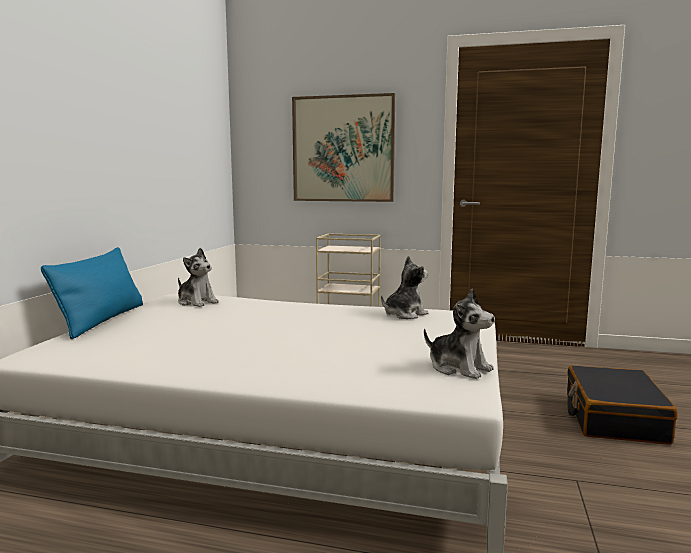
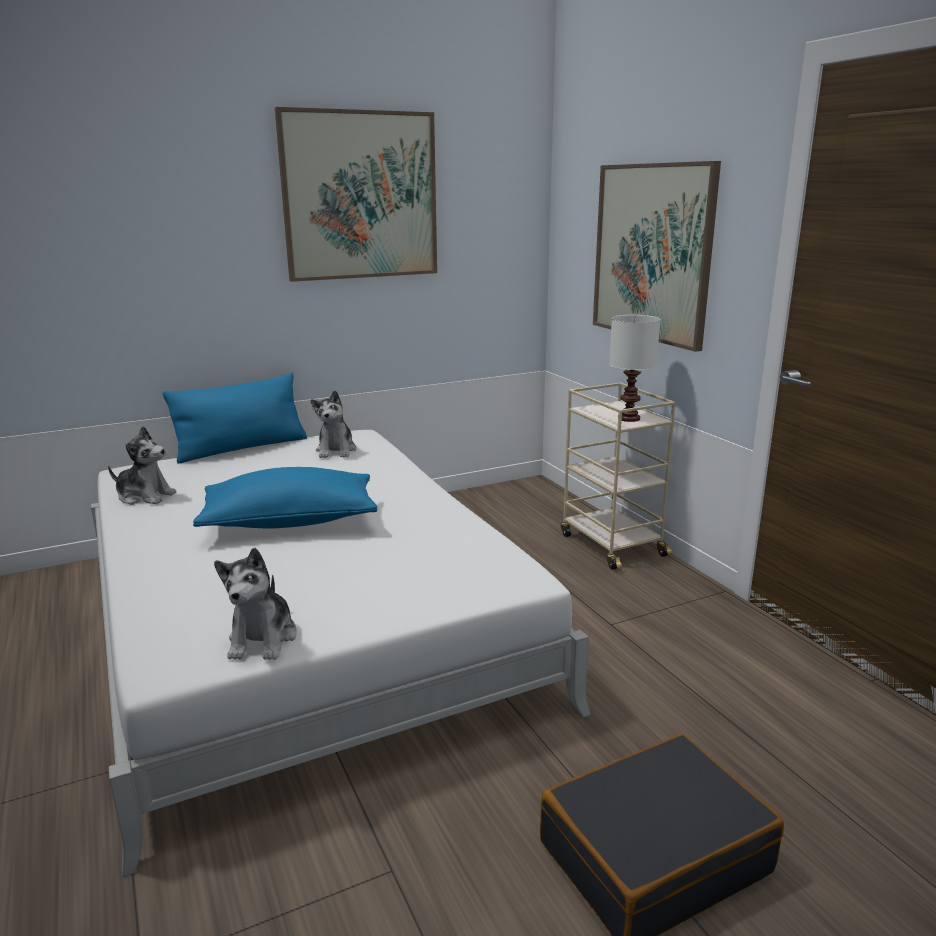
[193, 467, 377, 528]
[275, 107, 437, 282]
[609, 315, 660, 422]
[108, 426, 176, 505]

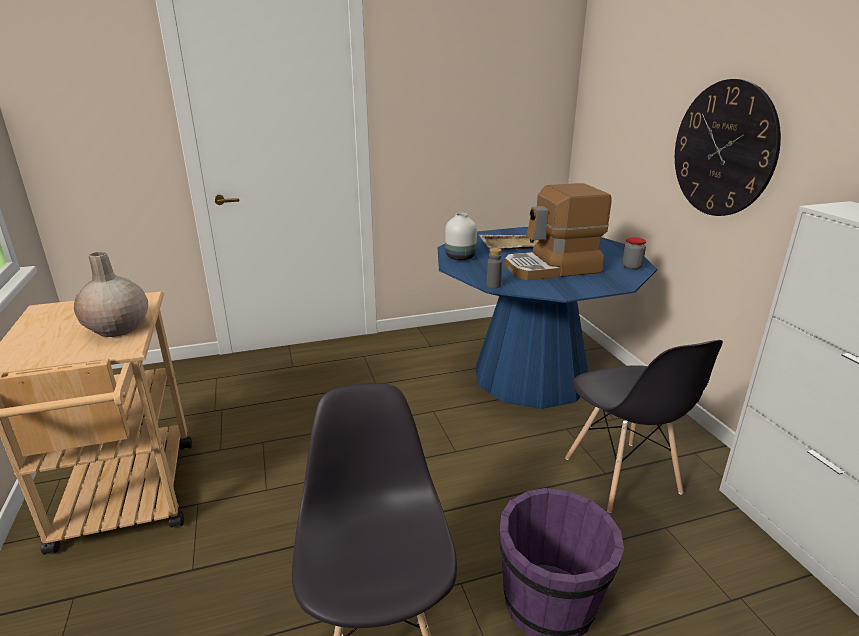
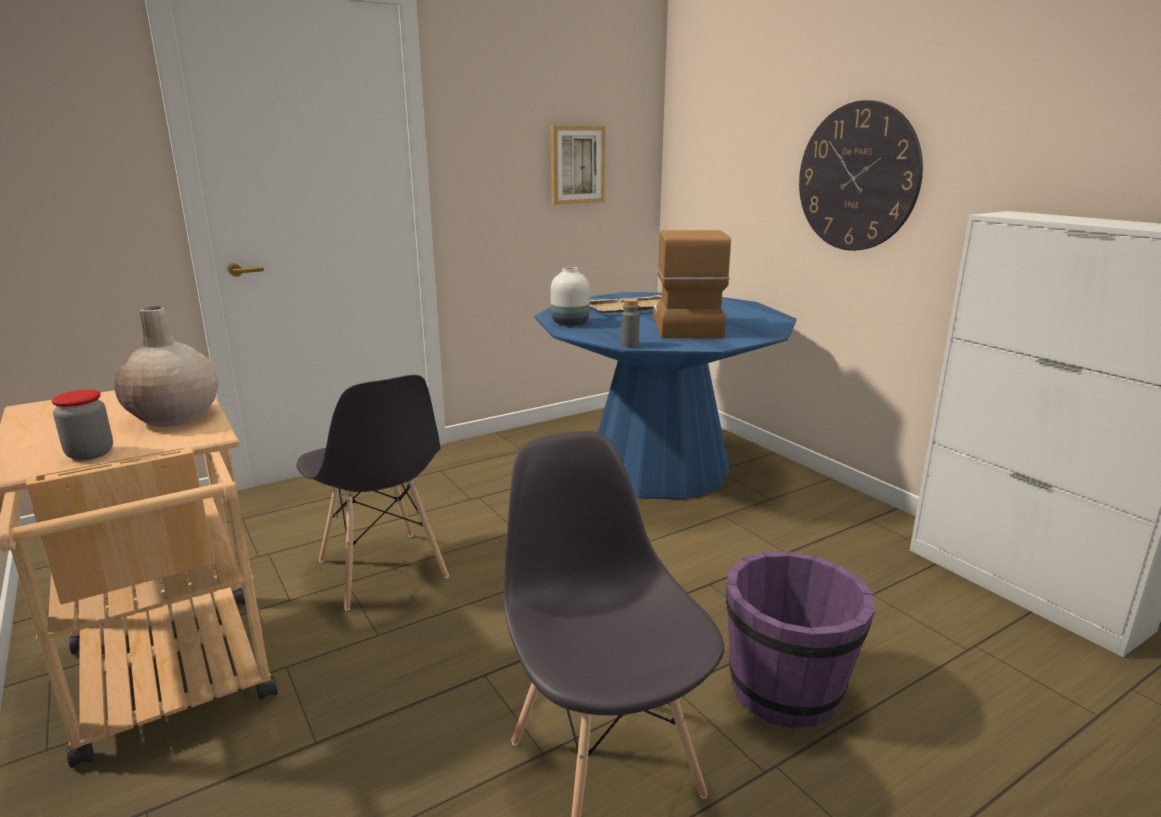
[550, 126, 605, 205]
[296, 375, 449, 611]
[51, 390, 113, 460]
[653, 230, 731, 338]

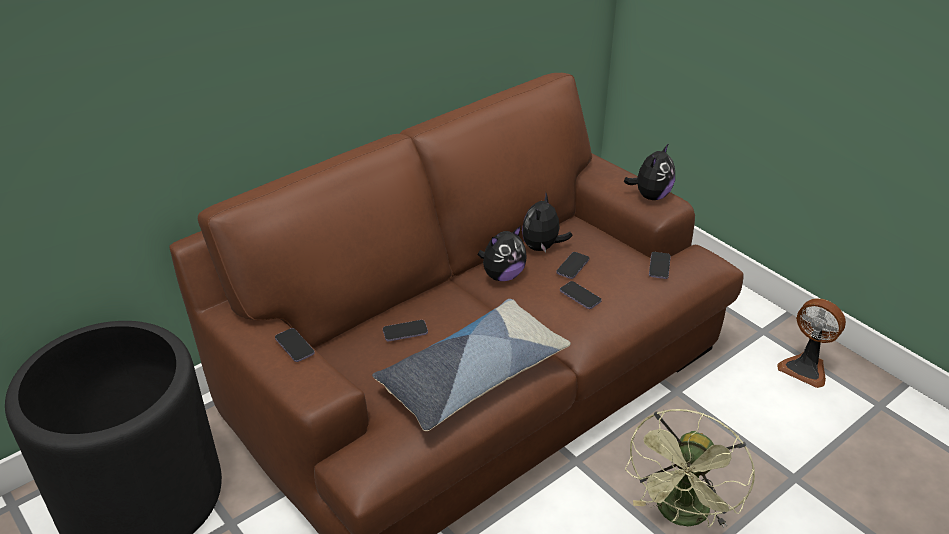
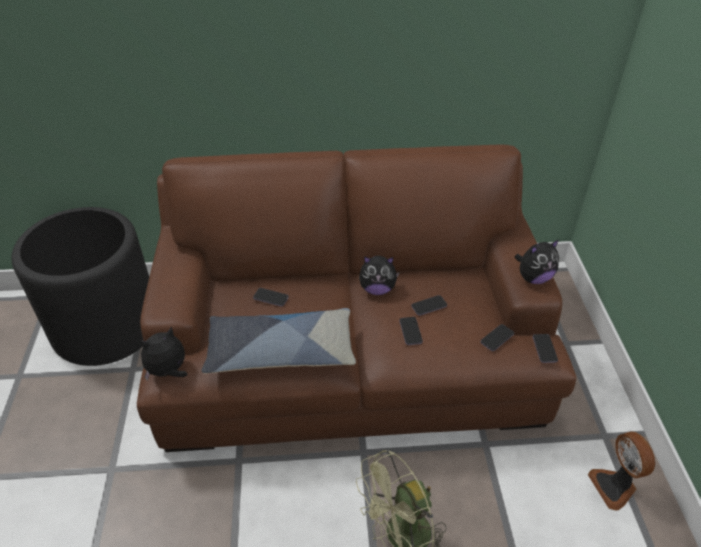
[533, 334, 558, 363]
[140, 326, 187, 381]

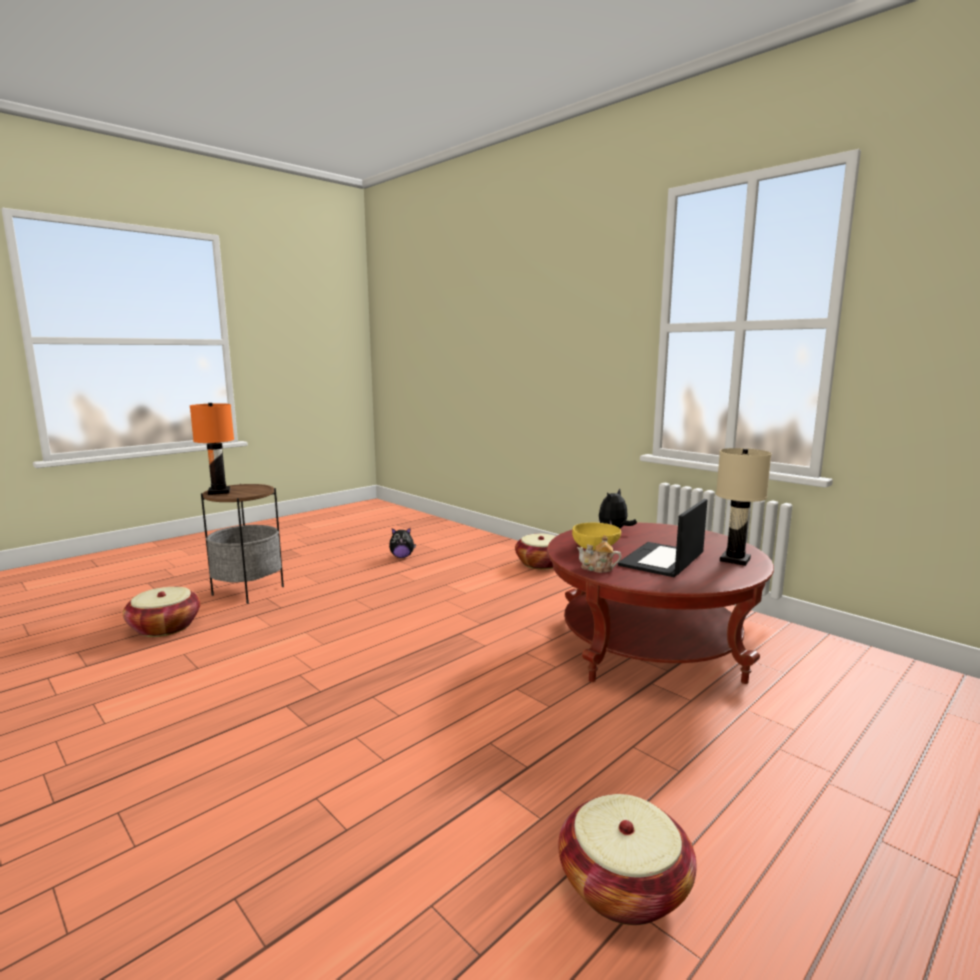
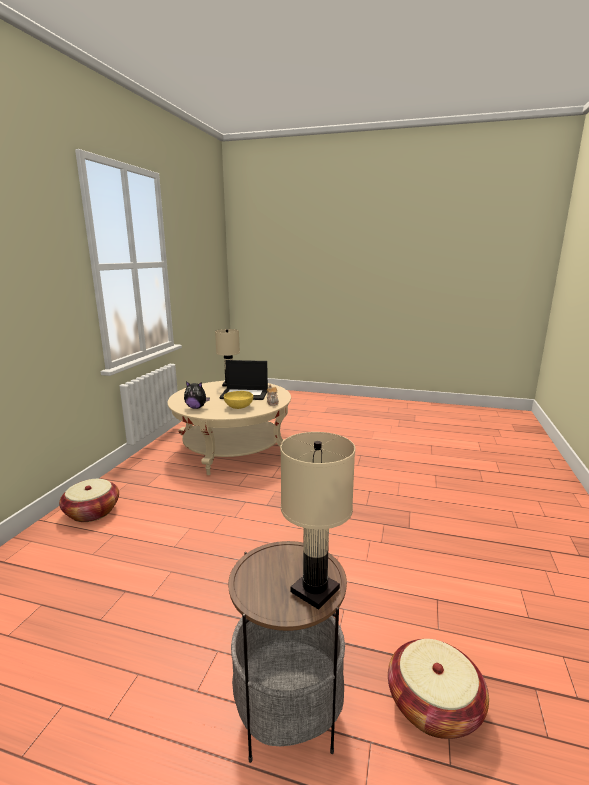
[389, 528, 416, 558] (first image)
[558, 794, 696, 925] (first image)
[280, 432, 355, 610]
[168, 381, 291, 475]

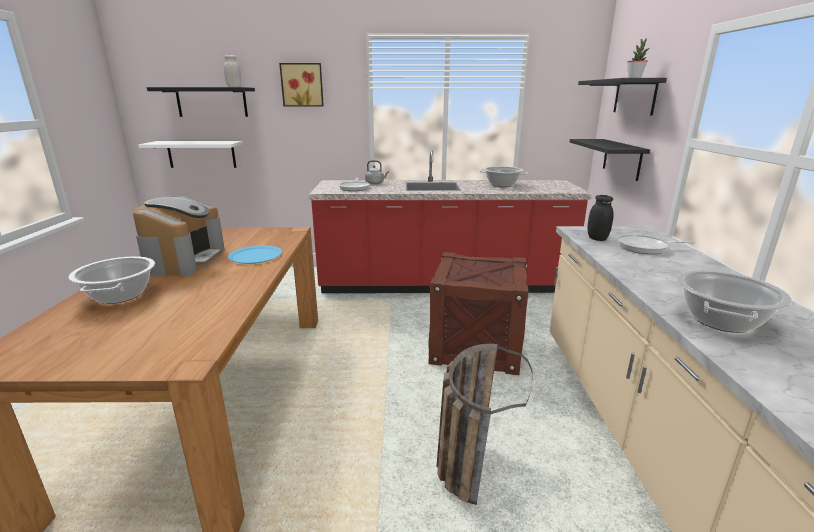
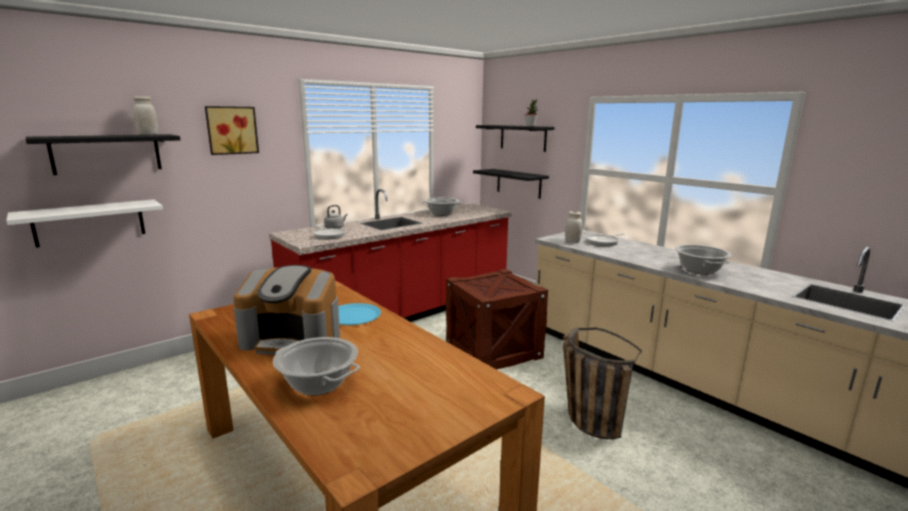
[565, 211, 583, 243]
[233, 265, 340, 355]

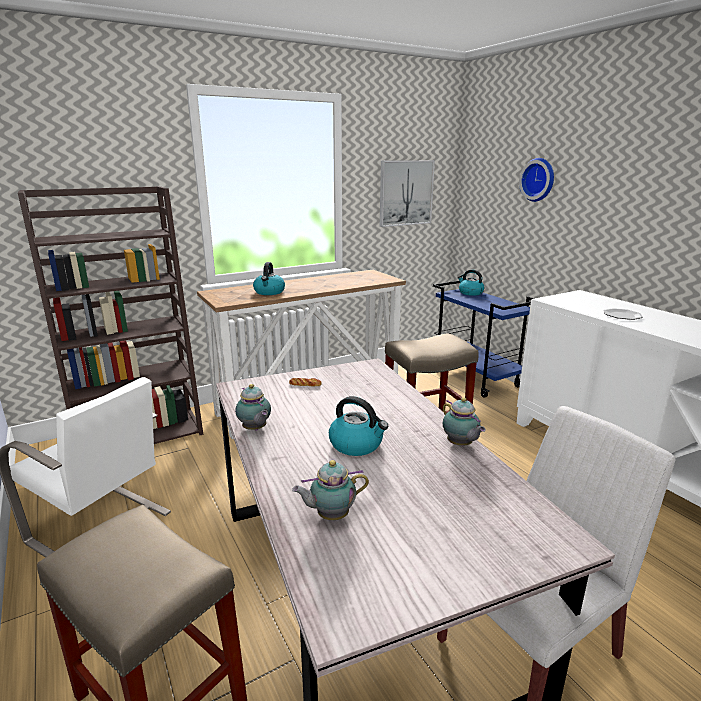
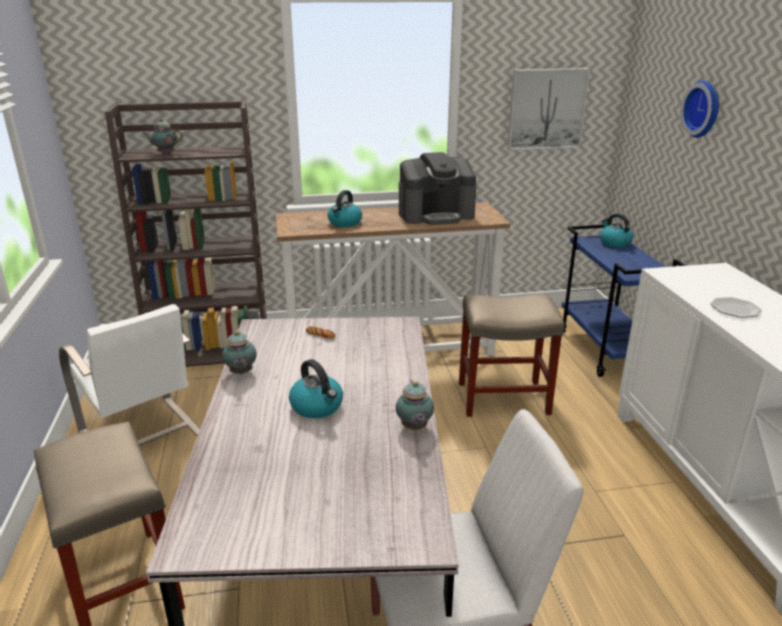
[399, 152, 477, 225]
[143, 119, 183, 154]

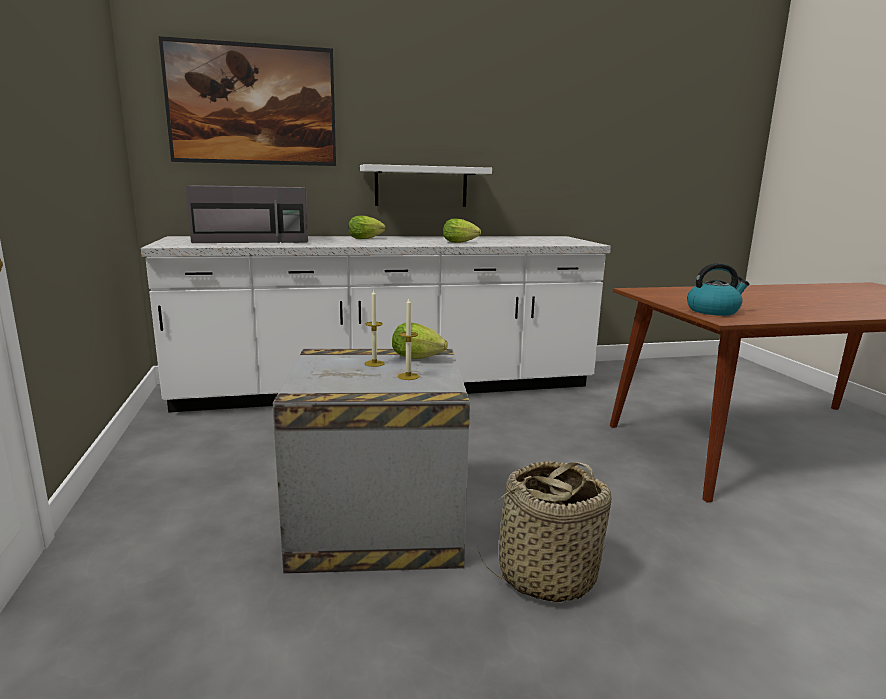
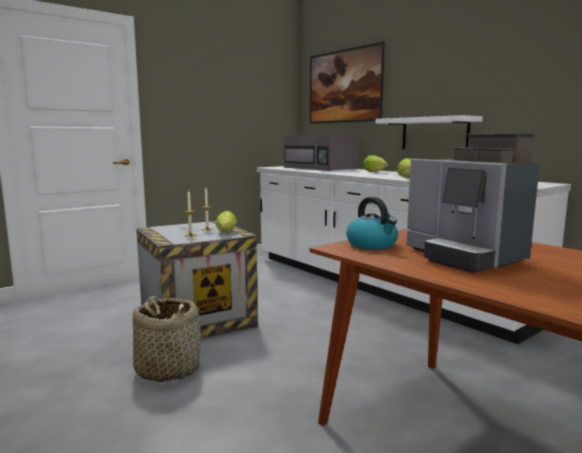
[407, 133, 540, 273]

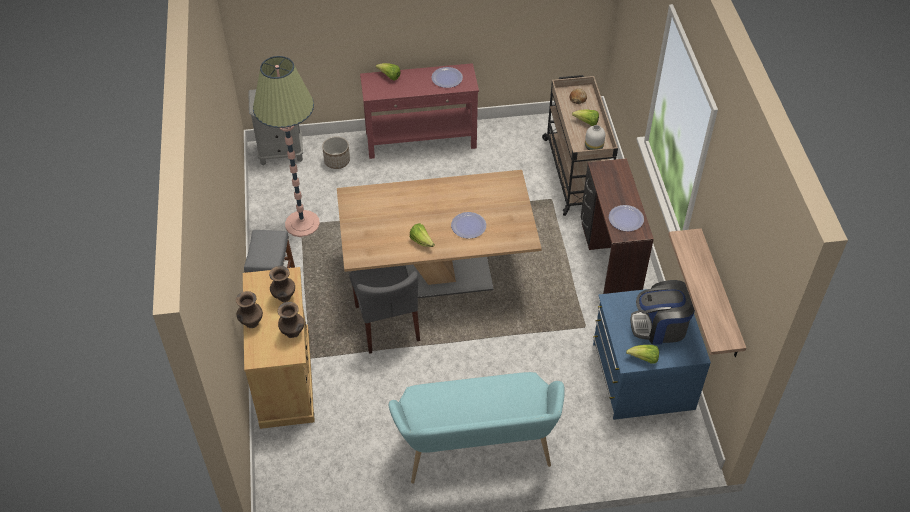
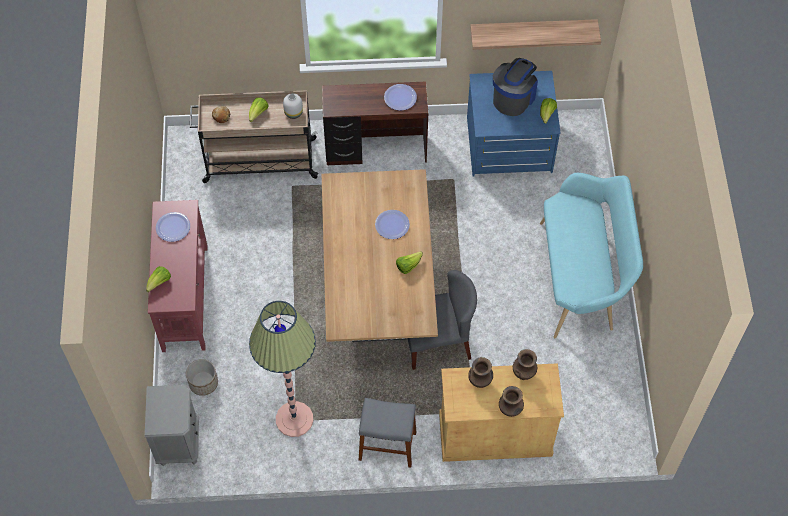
[493, 58, 538, 116]

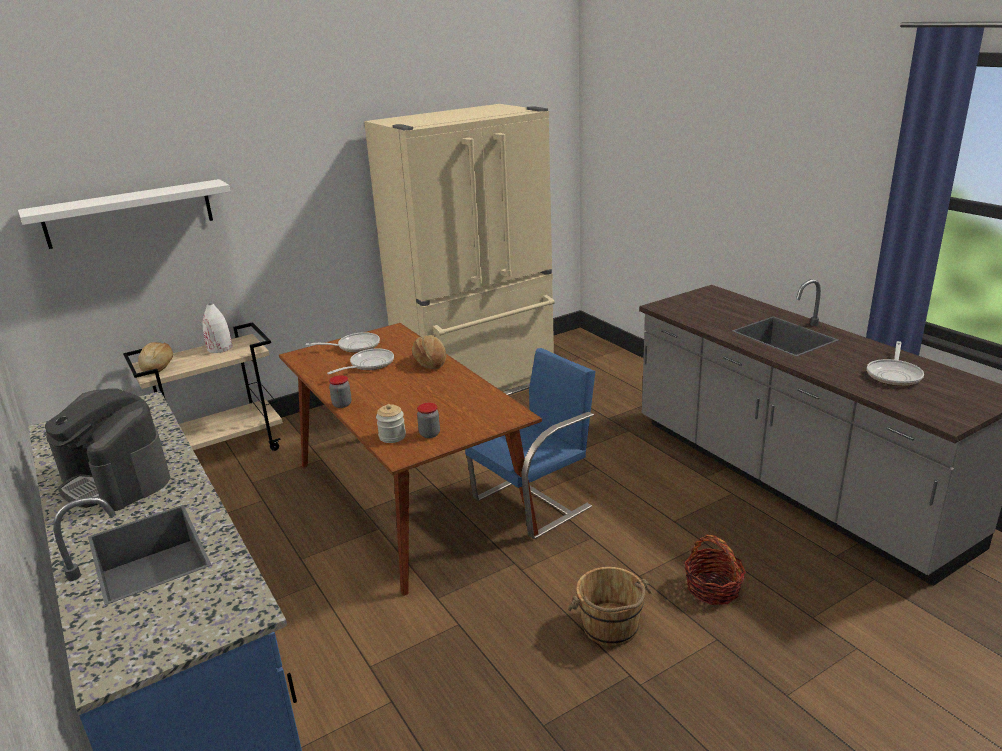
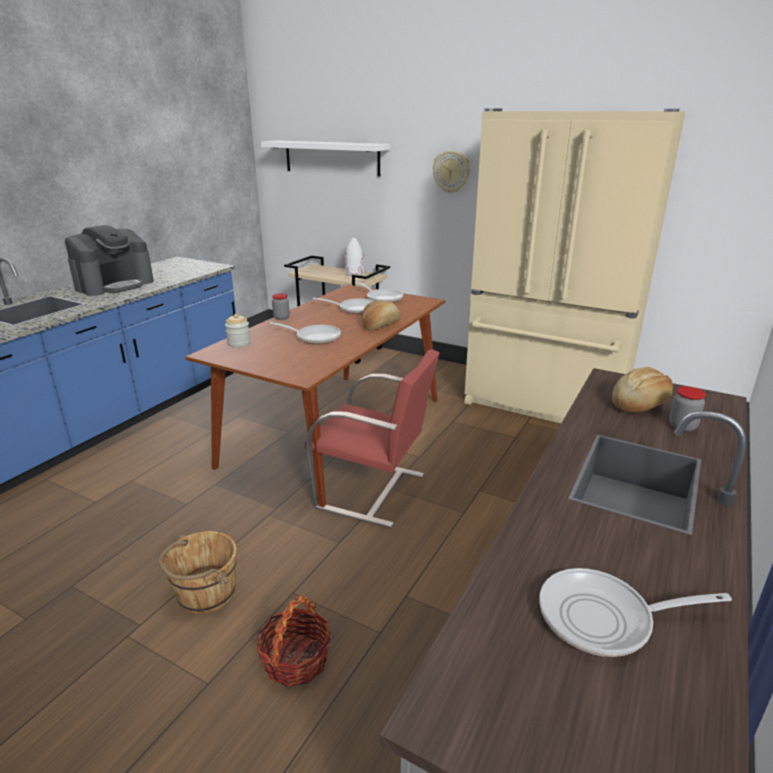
[270, 322, 341, 344]
[433, 150, 470, 193]
[612, 367, 673, 413]
[669, 386, 706, 432]
[305, 349, 440, 528]
[65, 225, 154, 296]

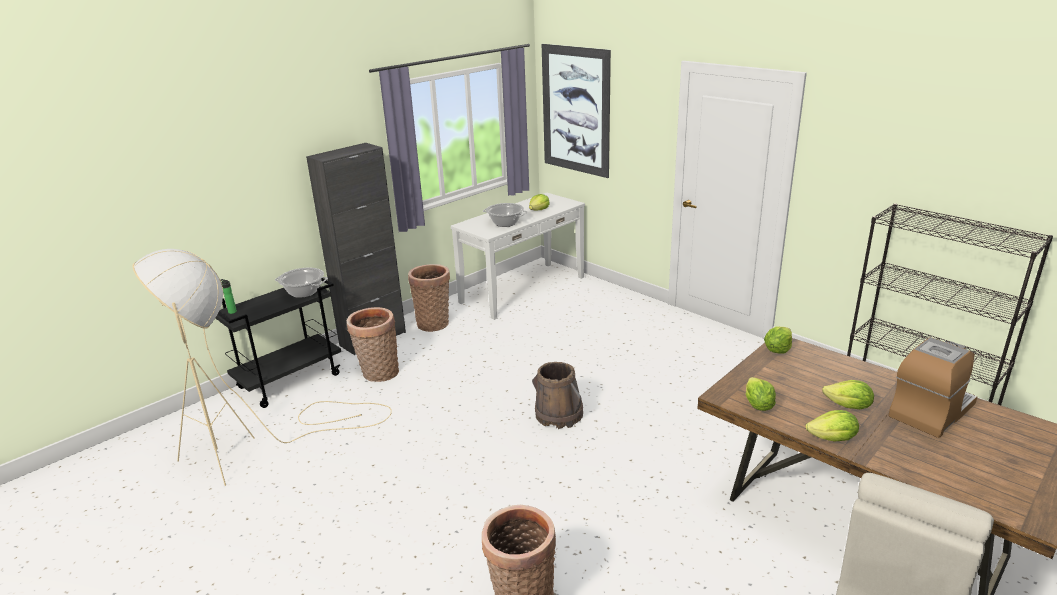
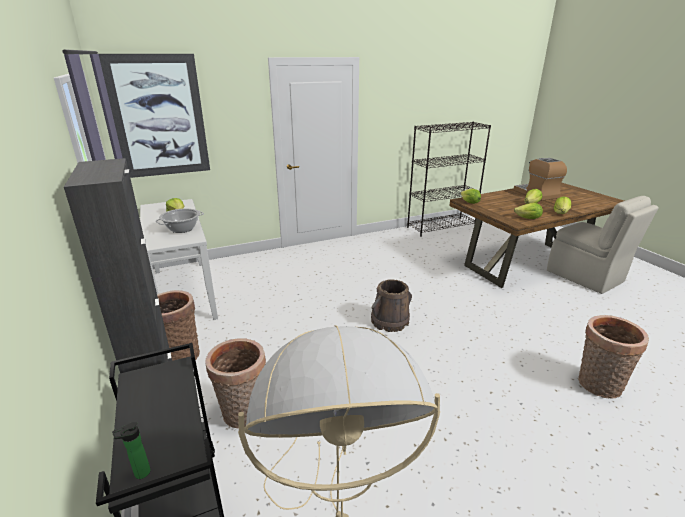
[275, 268, 328, 298] (first image)

